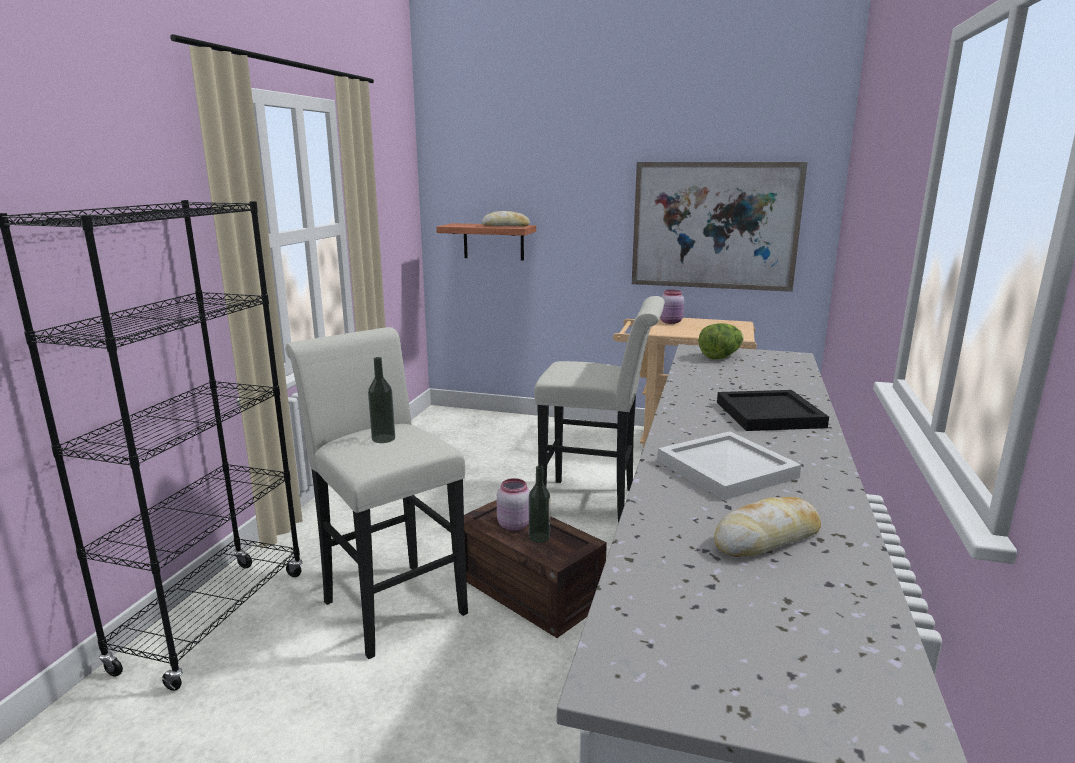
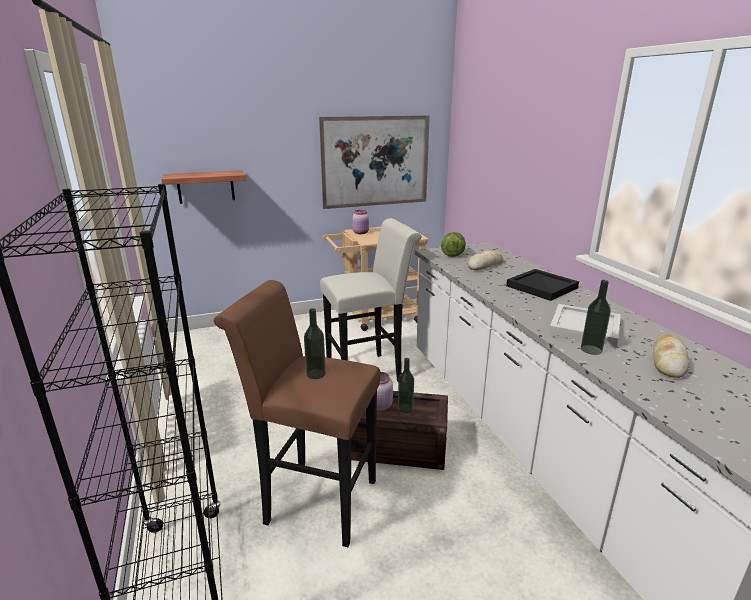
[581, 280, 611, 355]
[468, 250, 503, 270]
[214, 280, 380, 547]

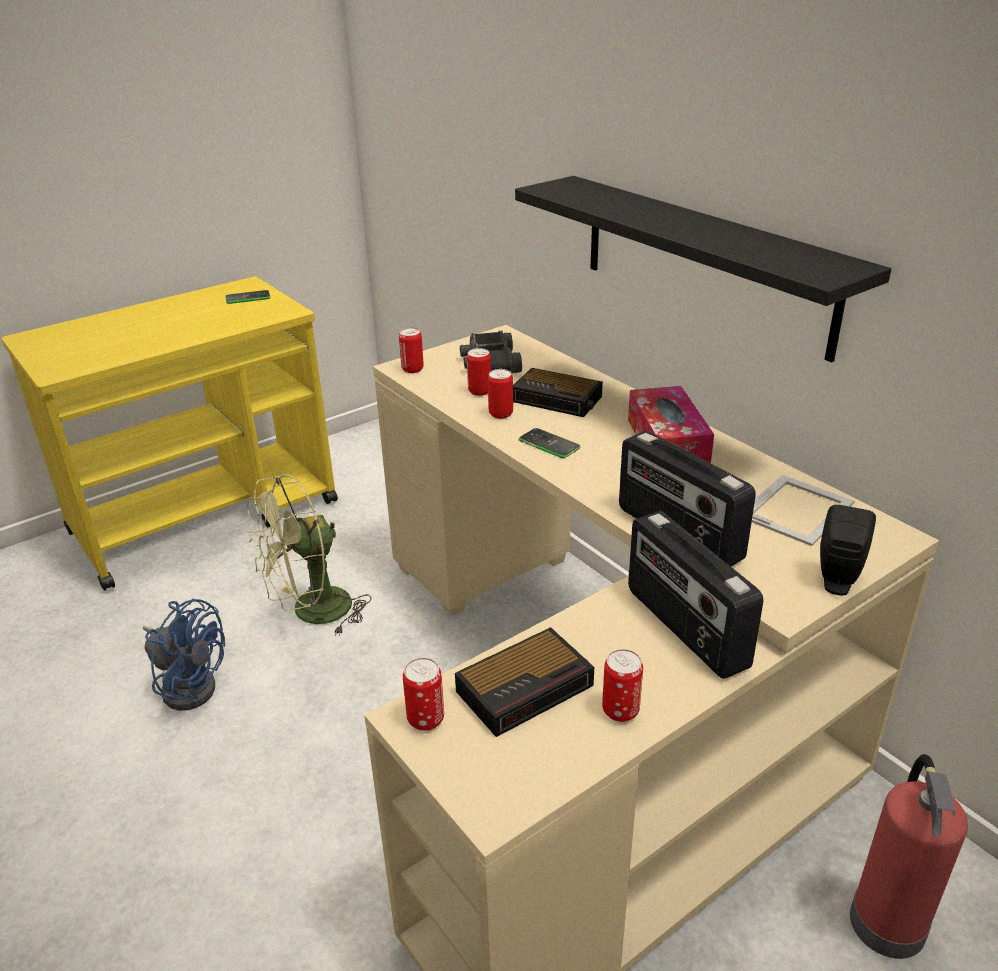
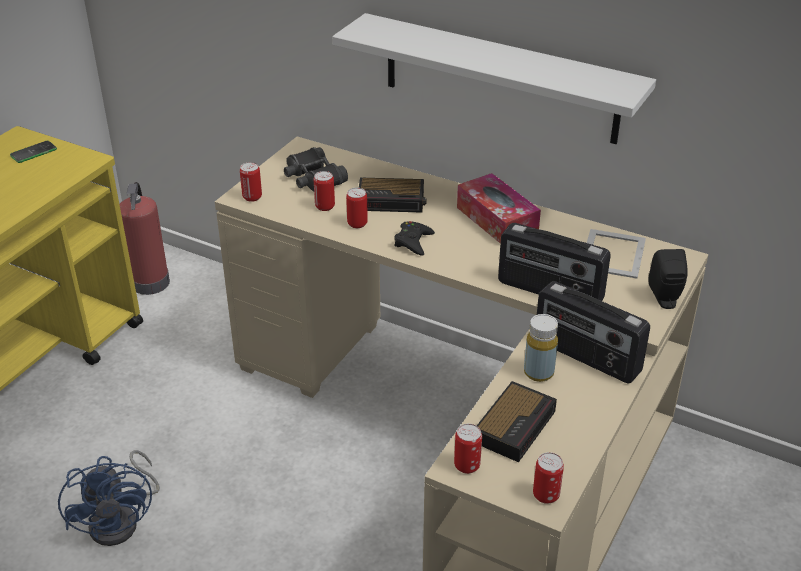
[247, 474, 371, 636] (first image)
[524, 314, 558, 382]
[533, 452, 564, 504]
[119, 182, 170, 295]
[394, 221, 435, 256]
[332, 13, 656, 144]
[58, 450, 160, 546]

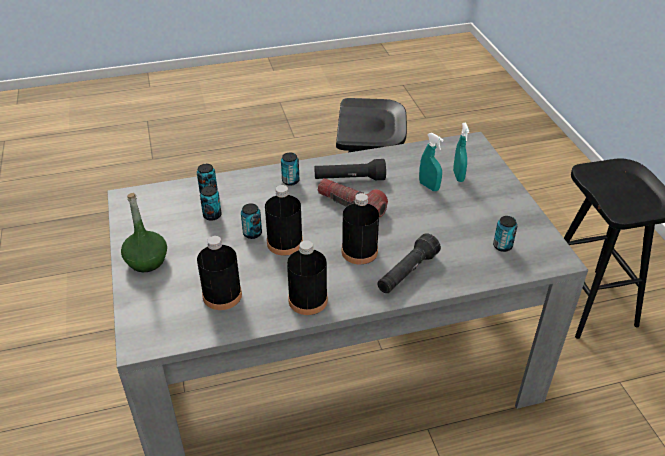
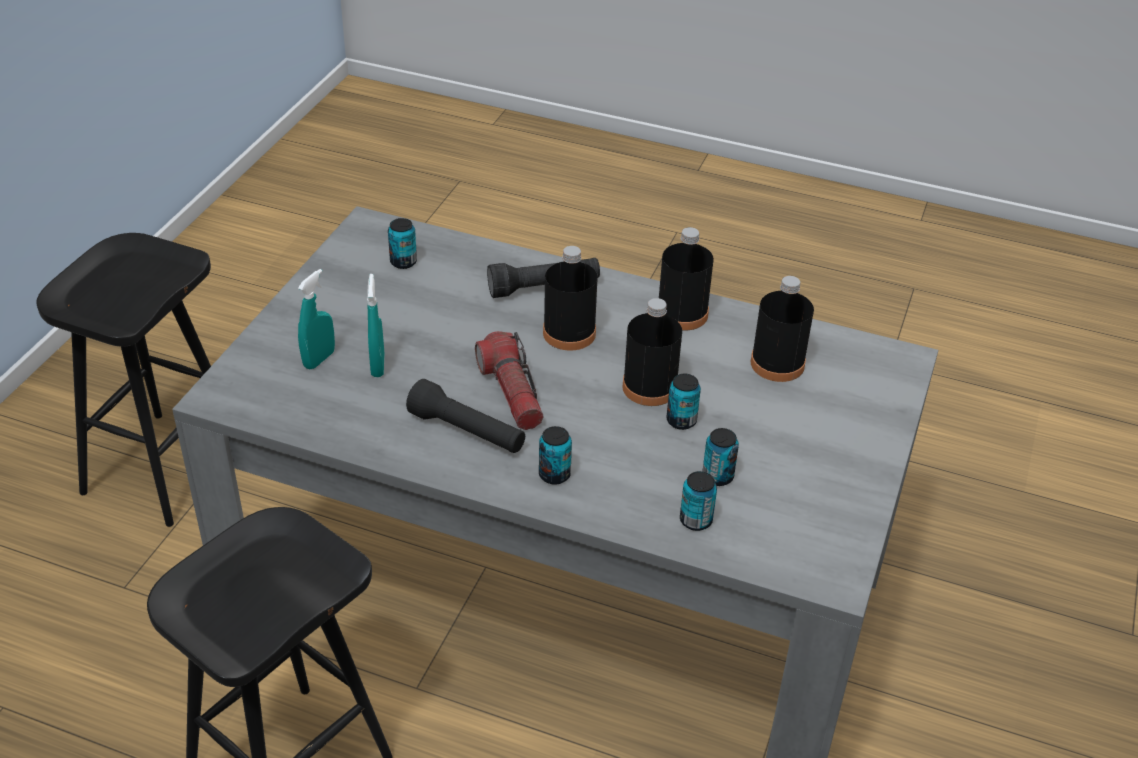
[121, 193, 167, 272] (first image)

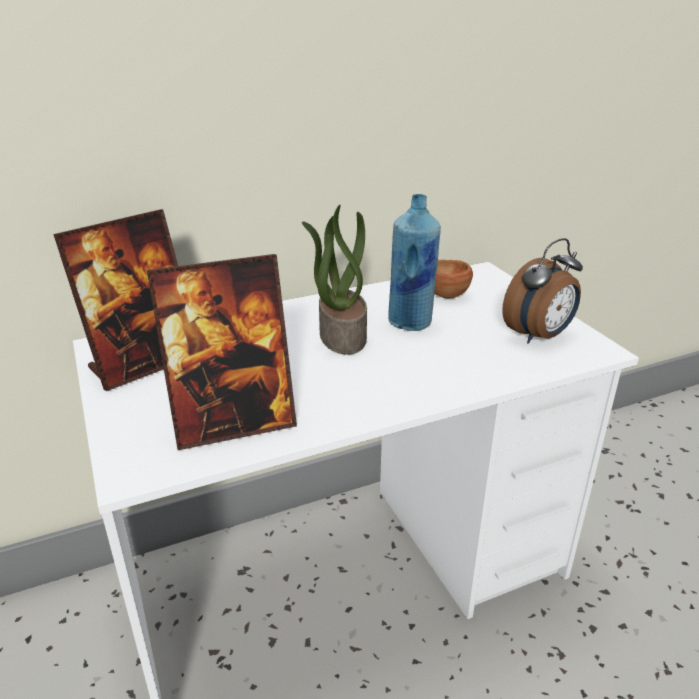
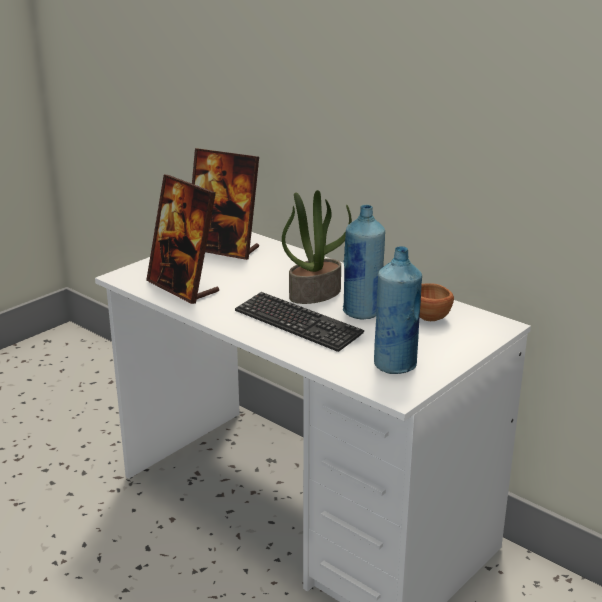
[235, 292, 364, 352]
[374, 246, 422, 374]

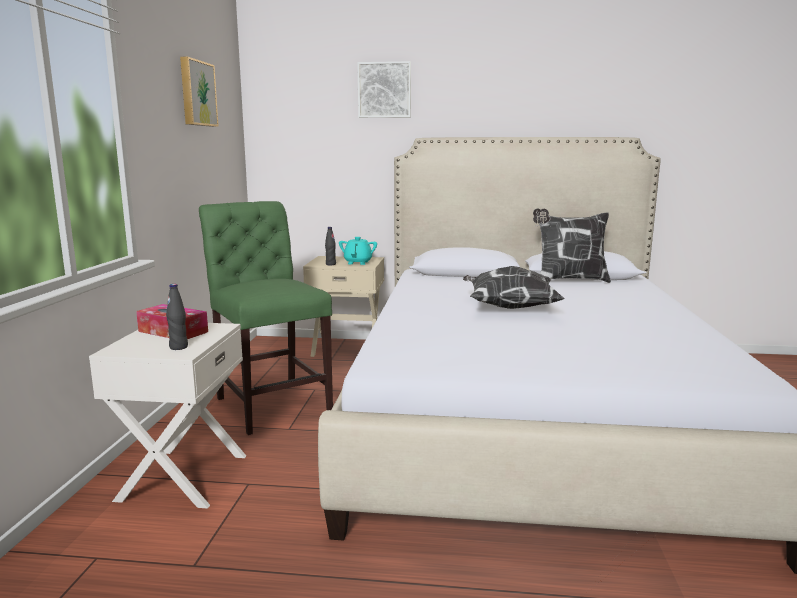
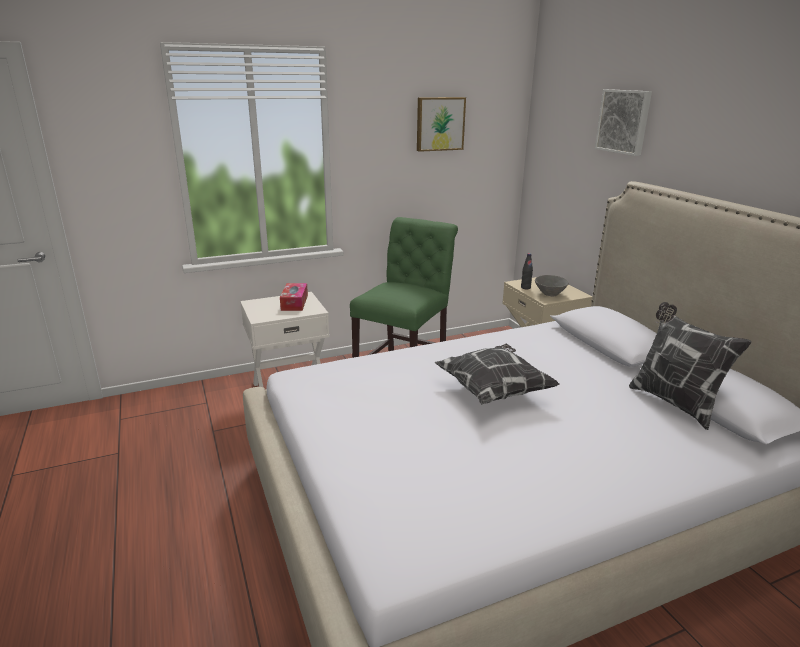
[166, 284, 188, 350] (first image)
[535, 275, 569, 297]

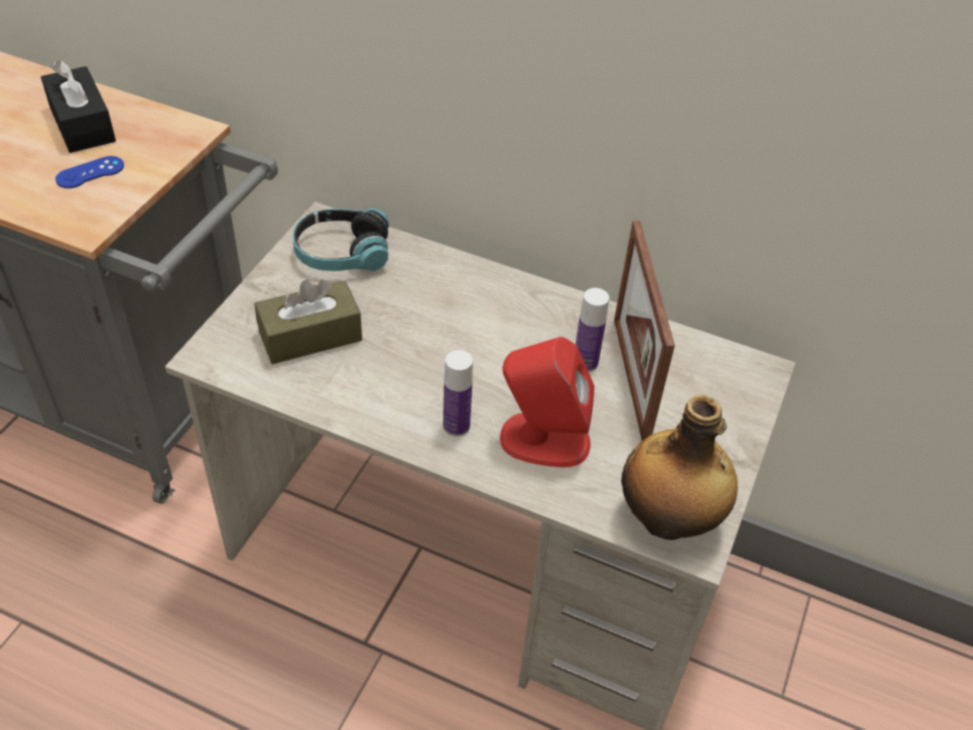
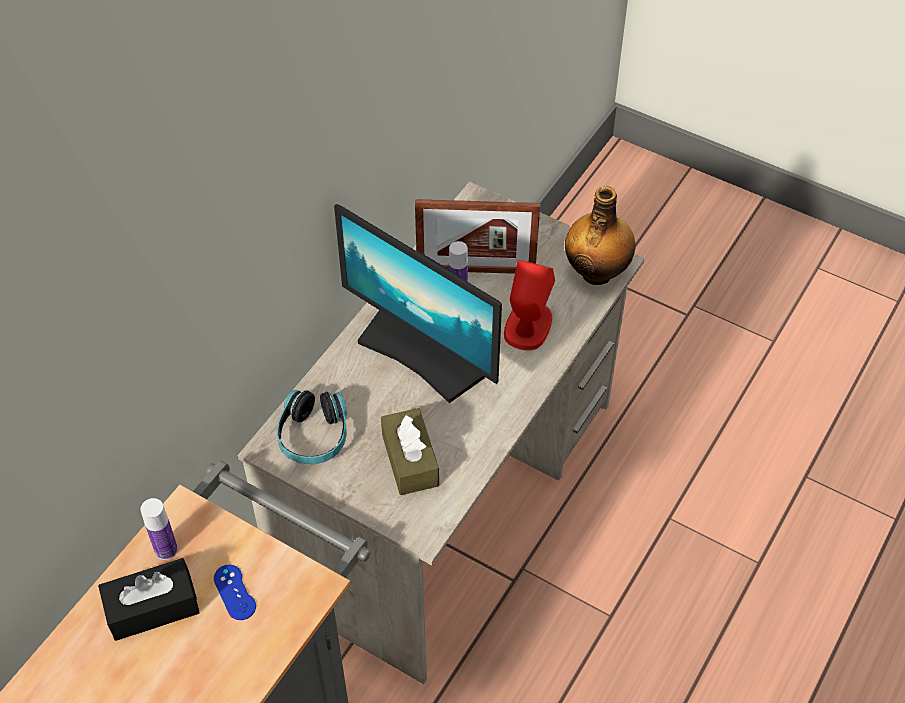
[334, 204, 502, 403]
[140, 498, 178, 560]

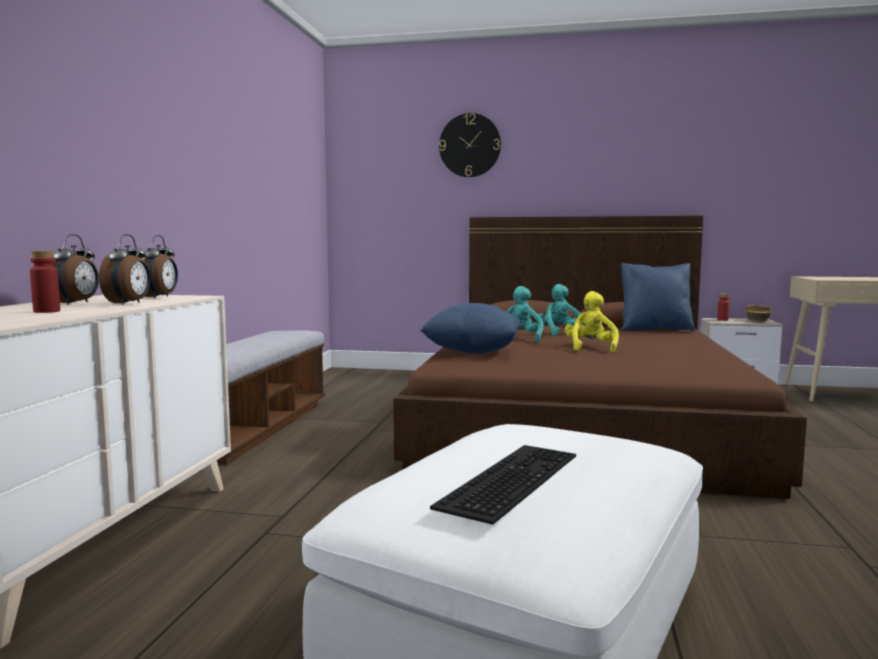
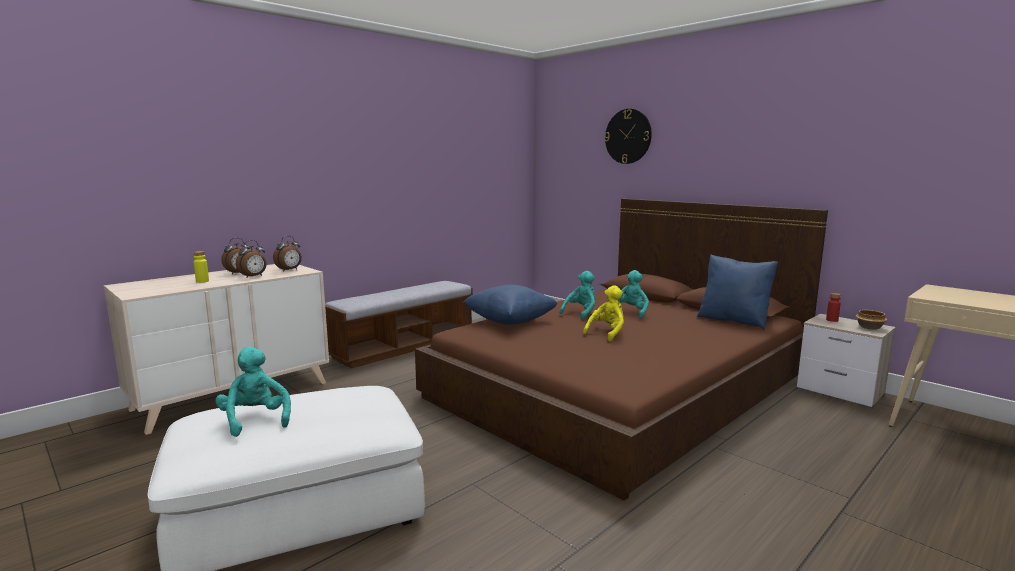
[215, 347, 291, 437]
[194, 251, 209, 283]

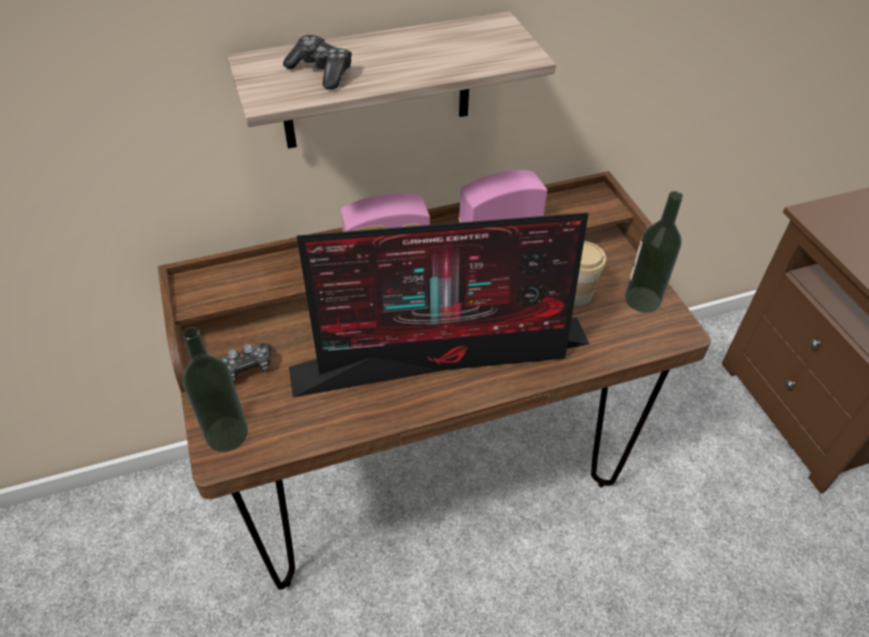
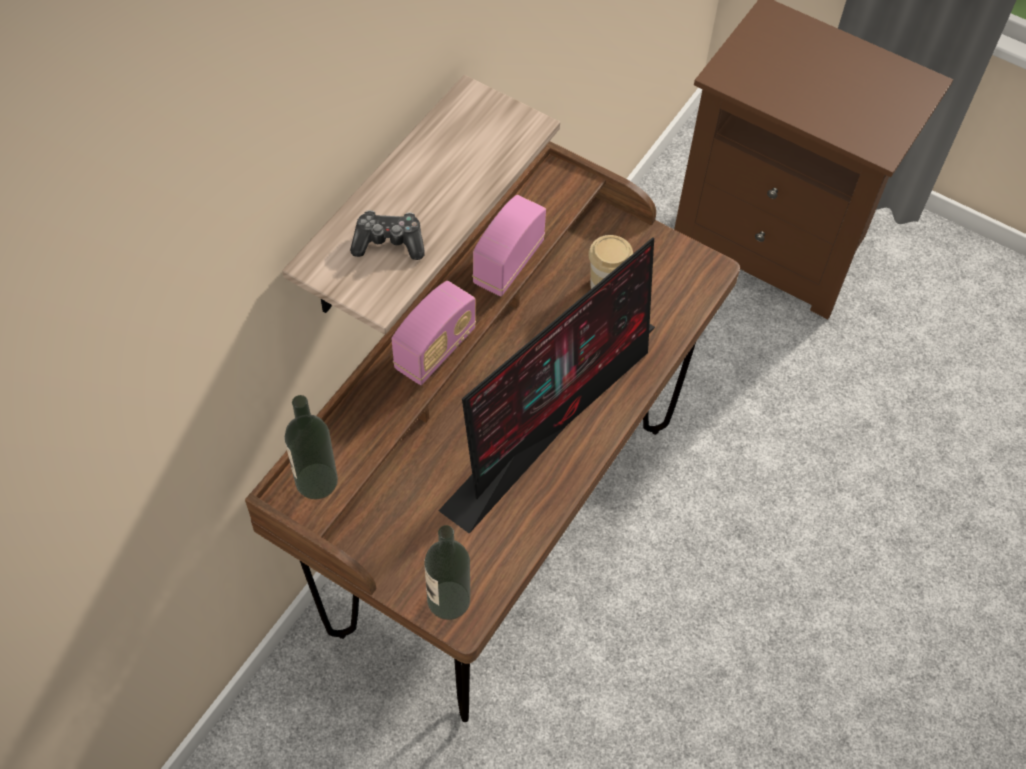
[221, 343, 271, 382] (first image)
[284, 395, 338, 500]

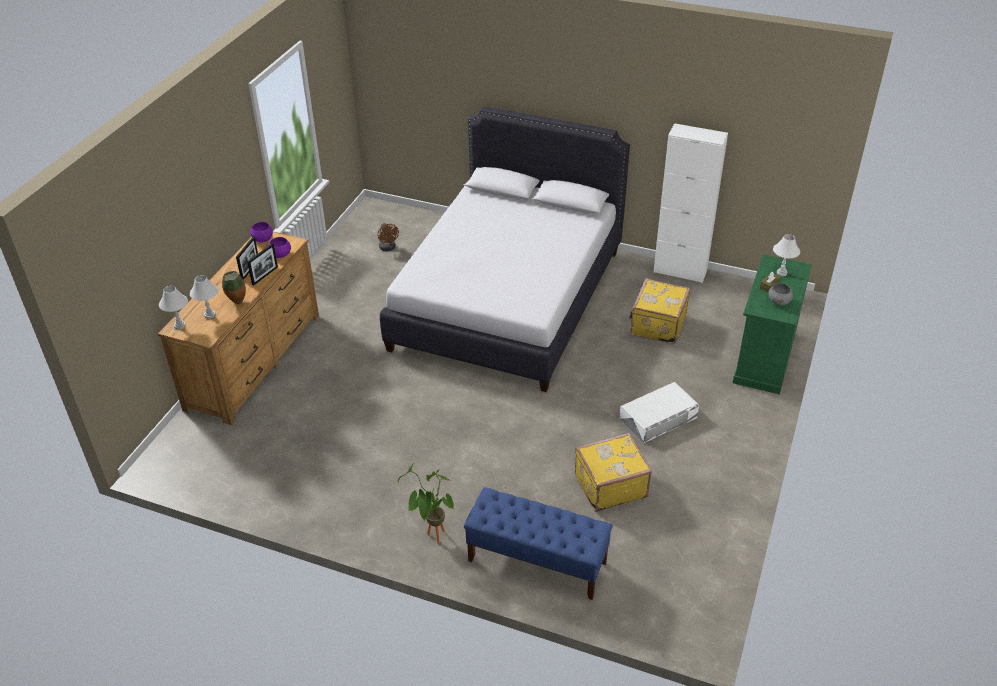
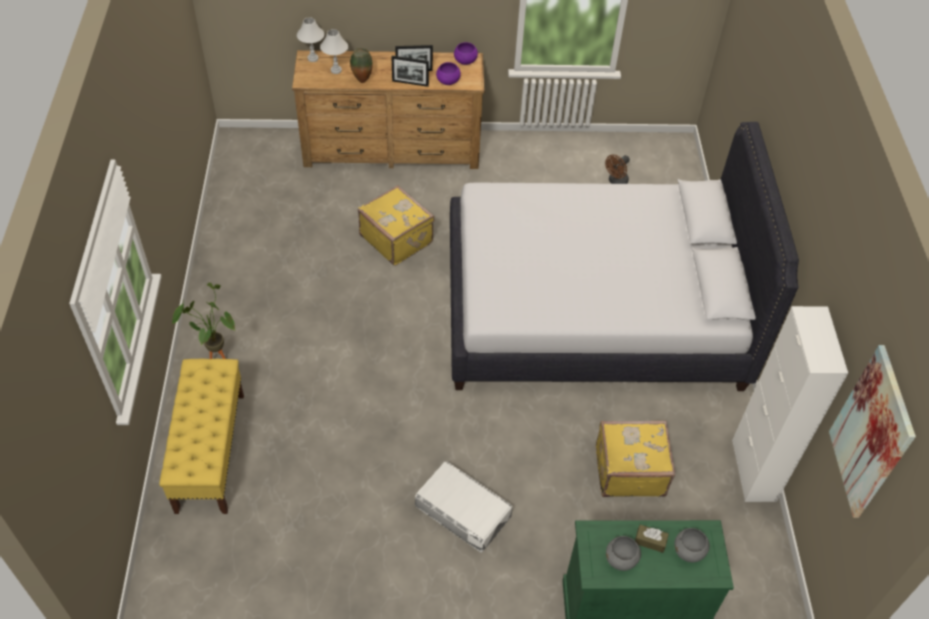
[829, 345, 916, 518]
[358, 185, 434, 266]
[674, 528, 710, 562]
[159, 359, 244, 514]

